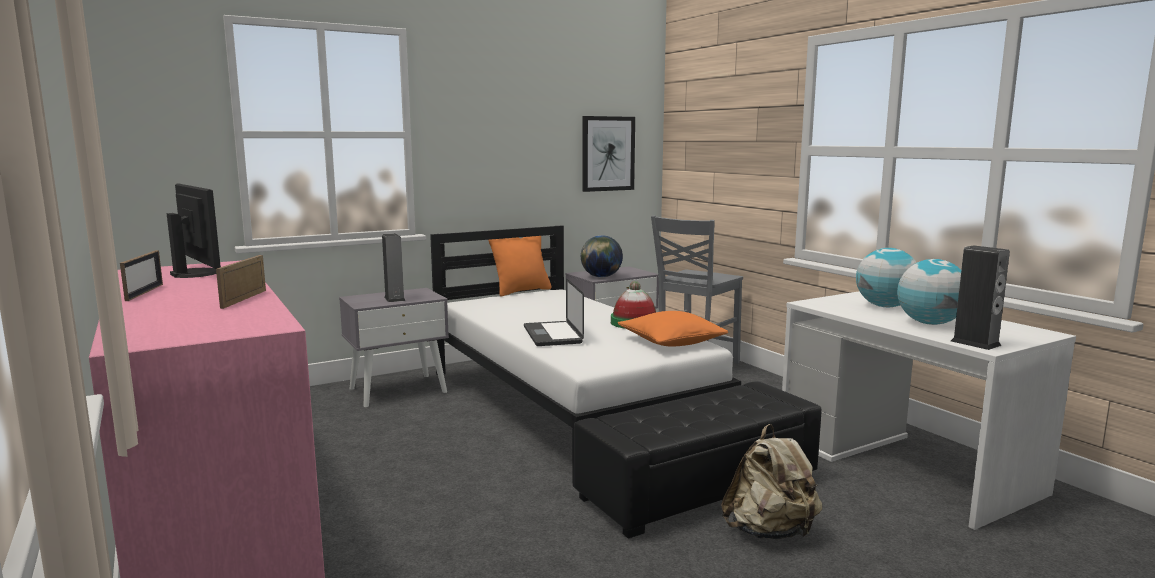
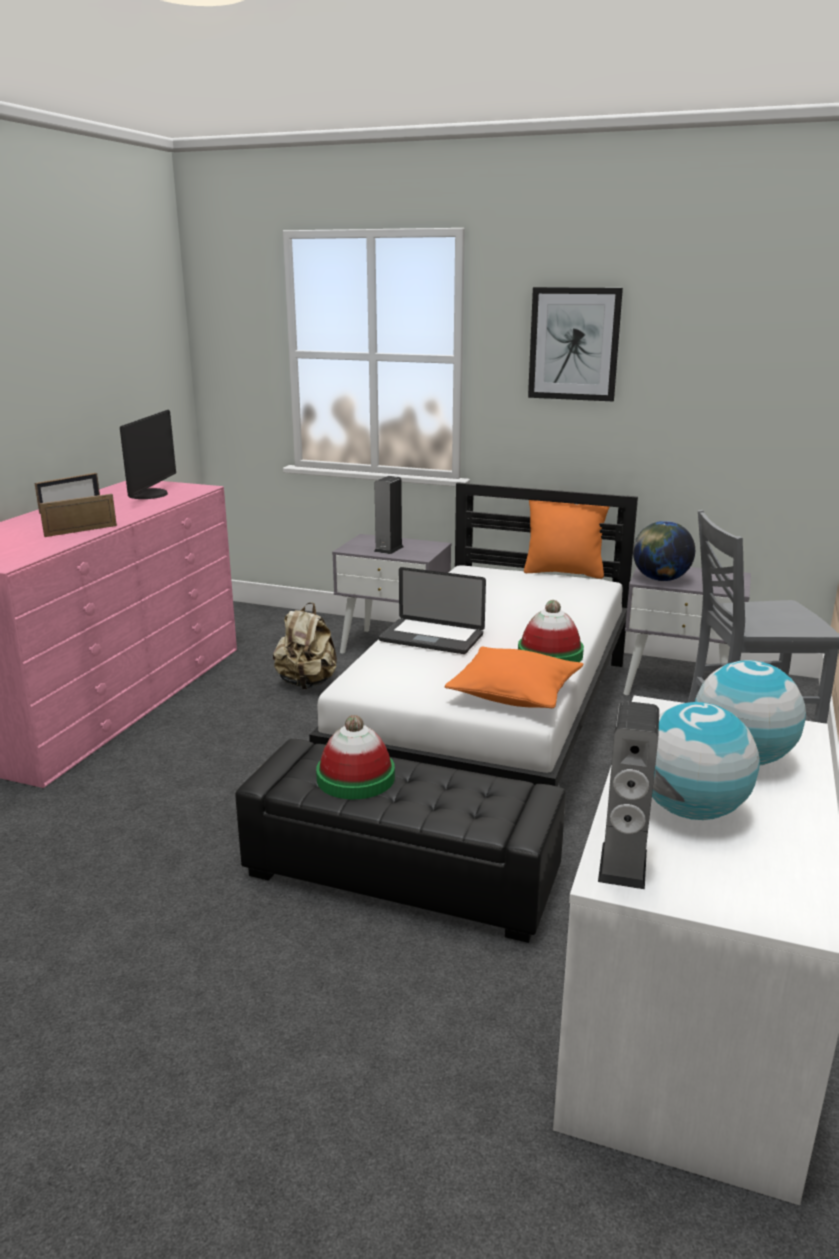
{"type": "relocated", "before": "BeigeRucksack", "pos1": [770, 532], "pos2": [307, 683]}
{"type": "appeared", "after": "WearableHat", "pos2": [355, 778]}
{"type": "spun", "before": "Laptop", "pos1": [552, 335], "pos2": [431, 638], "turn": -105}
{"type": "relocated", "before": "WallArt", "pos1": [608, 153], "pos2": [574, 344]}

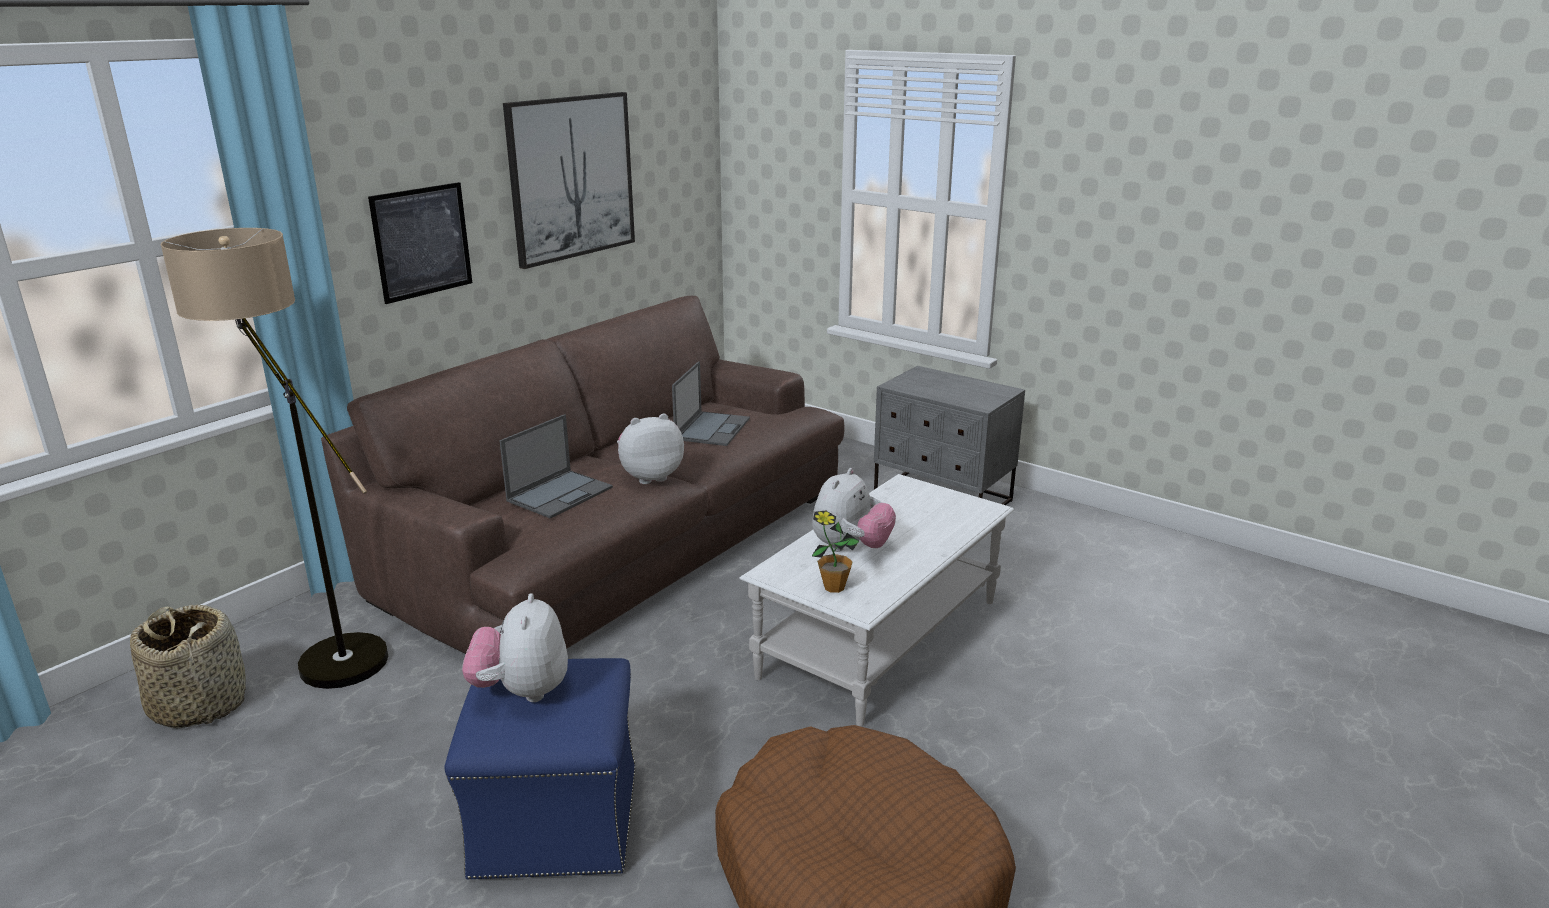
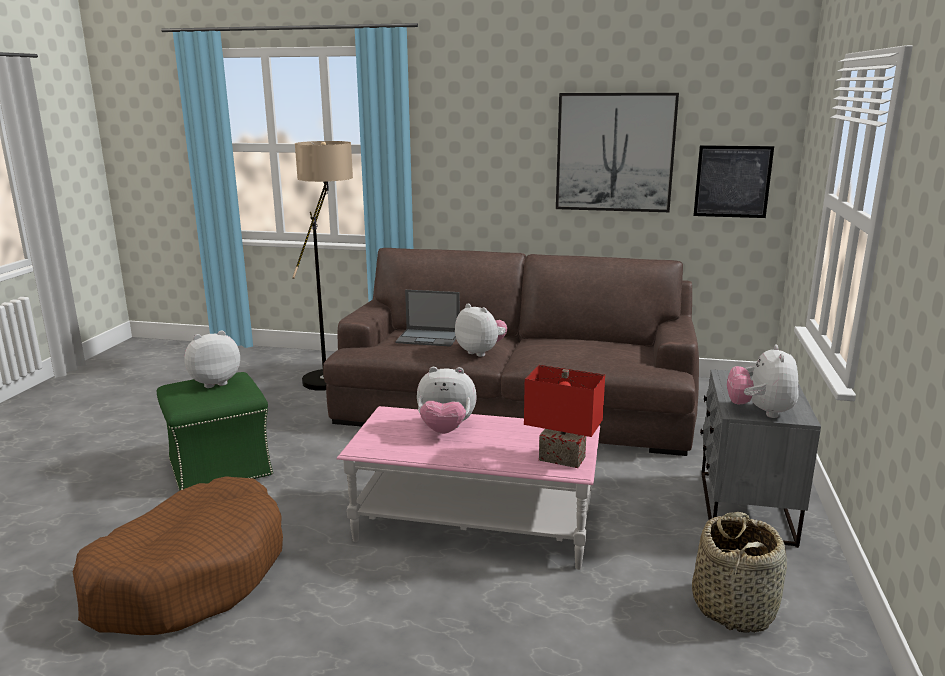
{"type": "colour", "before": "BlueColouredPouffe", "after": "GreenColouredPouffe", "pos1": [556, 822], "pos2": [219, 468]}
{"type": "colour", "before": "WhiteColouredLowTable", "after": "PinkishLowTable", "pos1": [880, 638], "pos2": [474, 525]}
{"type": "appeared", "after": "RedColouredTabletopLamp", "pos2": [563, 458]}
{"type": "relocated", "before": "Basket", "pos1": [199, 704], "pos2": [734, 607]}
{"type": "relocated", "before": "WallArt", "pos1": [422, 242], "pos2": [732, 181]}
{"type": "appeared", "after": "SoftToy", "pos2": [760, 412]}
{"type": "missing", "before": "Laptop", "pos1": [712, 428]}
{"type": "missing", "before": "Houseplant", "pos1": [834, 587]}

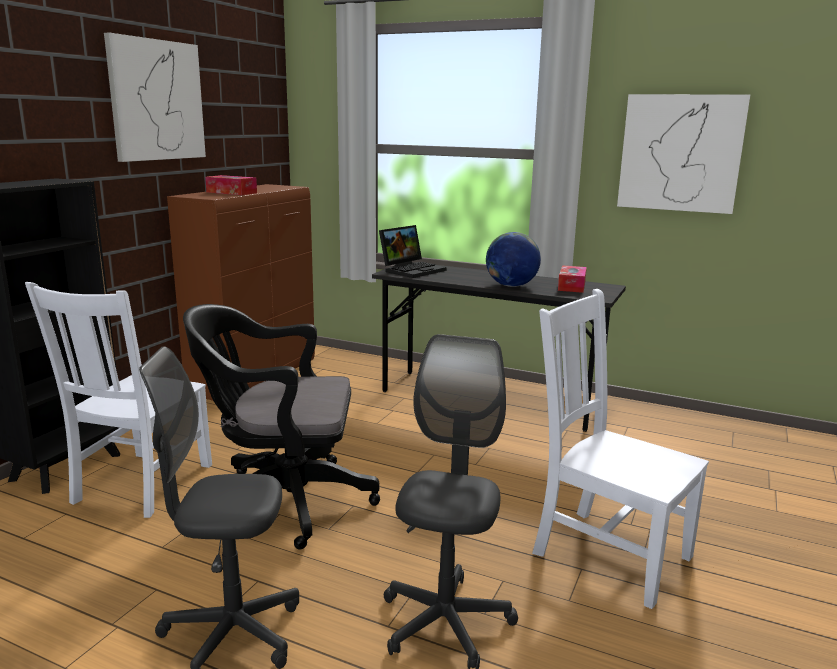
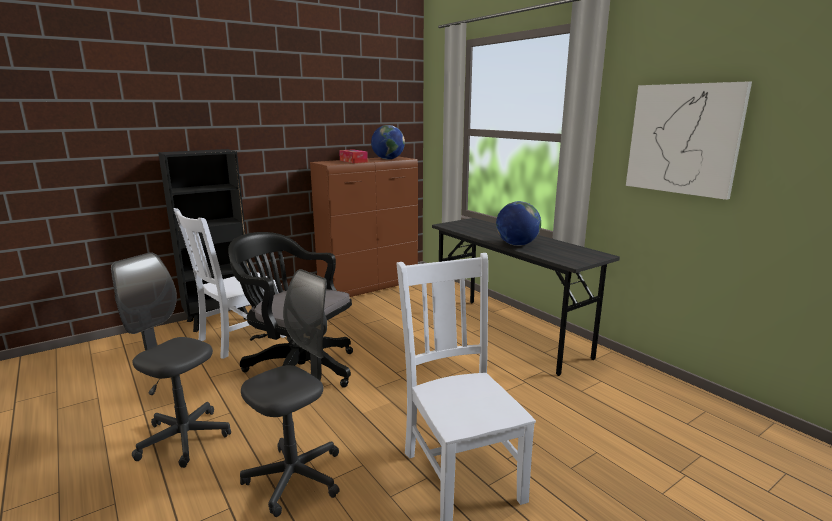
{"type": "appeared", "after": "Globe", "pos2": [388, 159]}
{"type": "missing", "before": "WallArt", "pos1": [156, 100]}
{"type": "missing", "before": "Laptop", "pos1": [412, 270]}
{"type": "missing", "before": "BoxOfTissues", "pos1": [571, 286]}

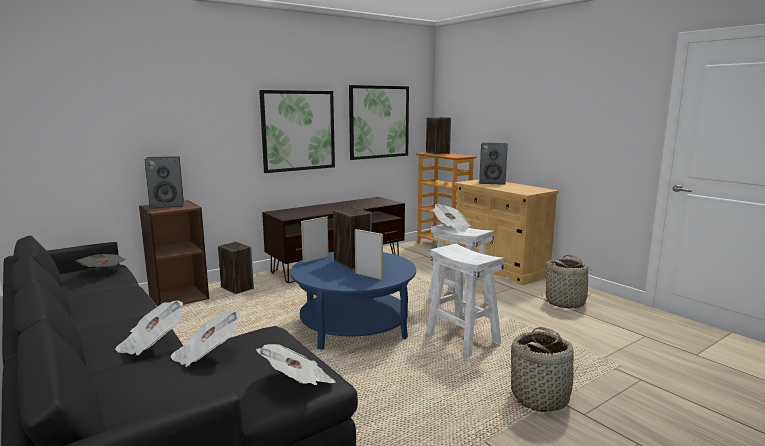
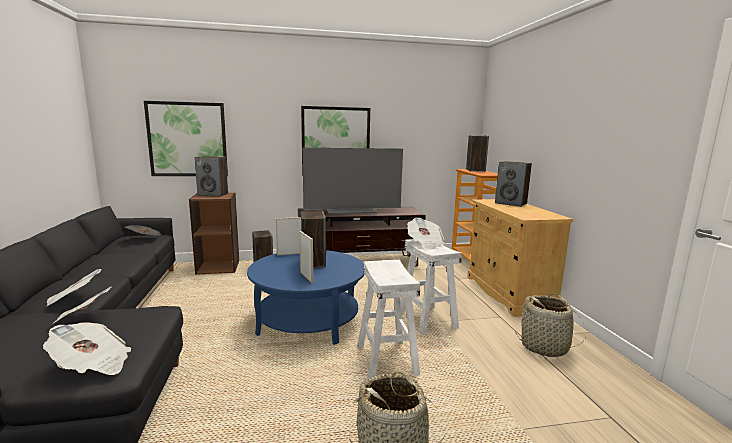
{"type": "relocated", "before": "WallArt", "pos1": [379, 122], "pos2": [188, 139]}
{"type": "appeared", "after": "Television", "pos2": [351, 211]}

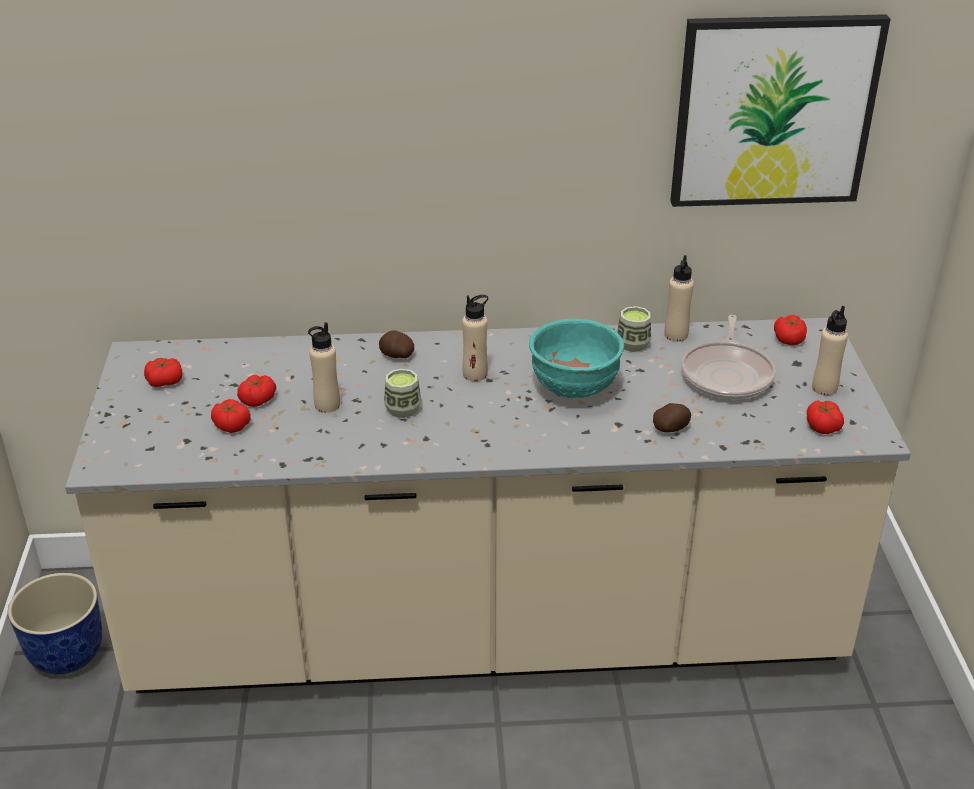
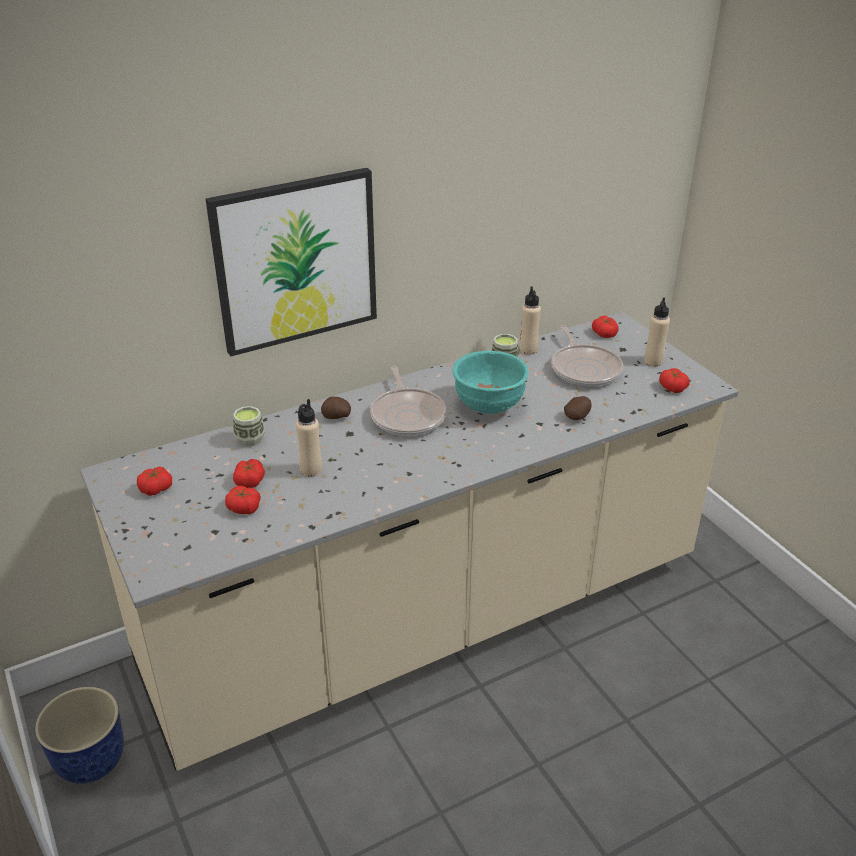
{"type": "relocated", "before": "WallArt", "pos1": [774, 111], "pos2": [295, 261]}
{"type": "relocated", "before": "DrinkingCup", "pos1": [403, 409], "pos2": [250, 439]}
{"type": "exchanged", "before": "BeigeBeverageBottle", "after": "FryingPan", "pos1": [475, 374], "pos2": [408, 415]}

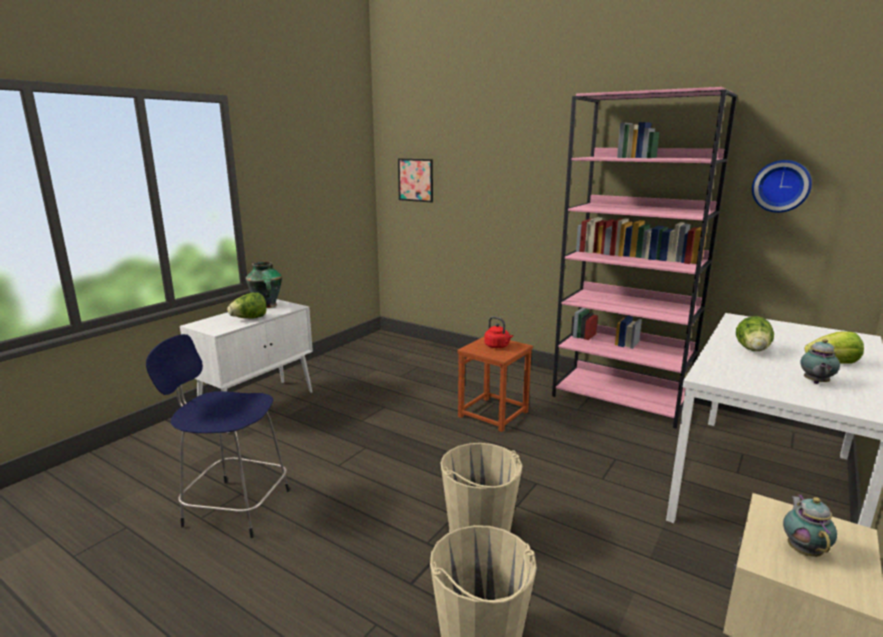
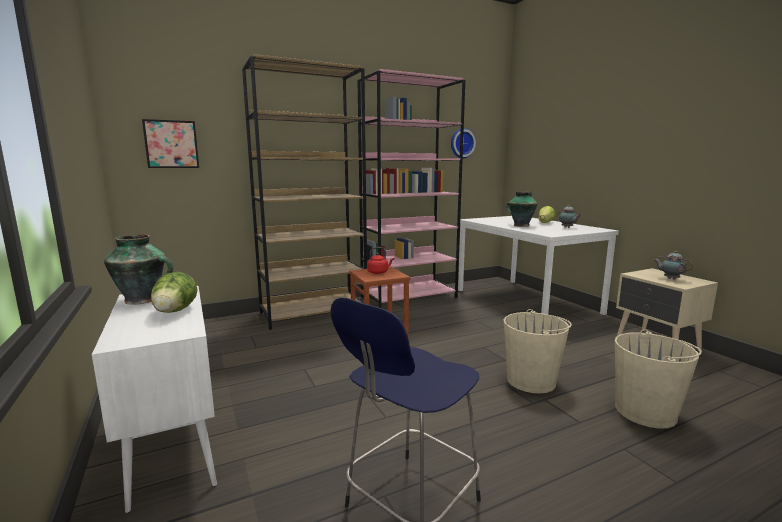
{"type": "appeared", "after": "BrownShelvingUnit", "pos2": [314, 313]}
{"type": "exchanged", "before": "Lettuce", "after": "DecorativeVase", "pos1": [753, 351], "pos2": [520, 225]}

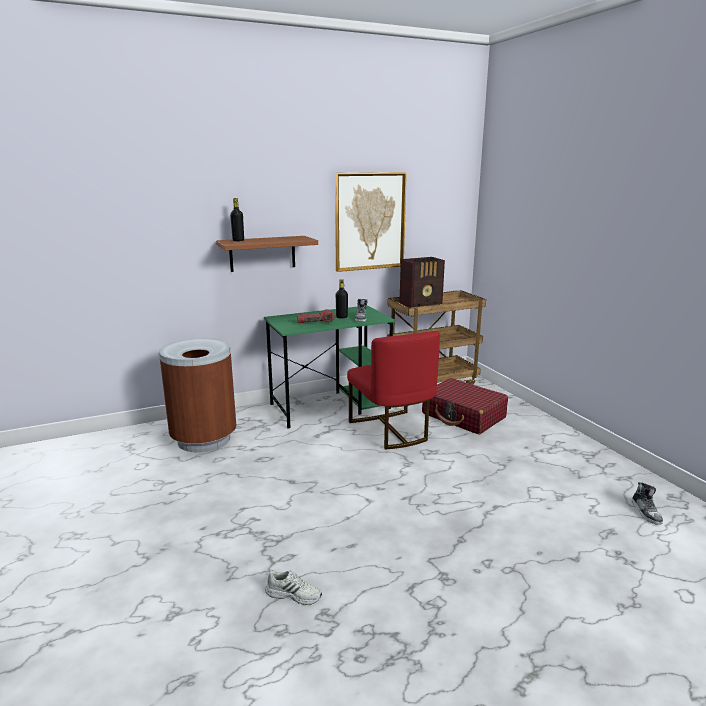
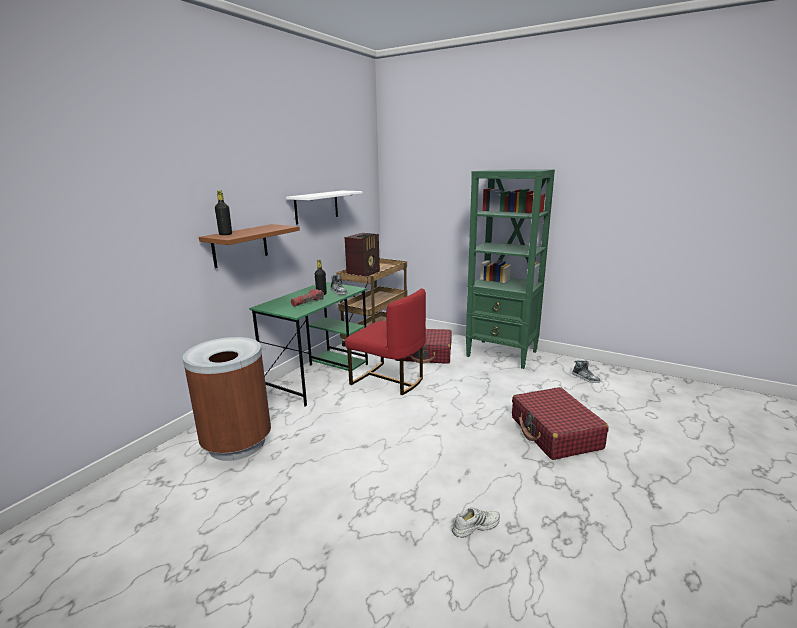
{"type": "exchanged", "before": "WallArt", "after": "WhiteColouredShelf", "pos1": [370, 221], "pos2": [316, 206]}
{"type": "appeared", "after": "GreenColouredShelvingUnit", "pos2": [502, 354]}
{"type": "appeared", "after": "RedColouredPieceOfLuggage", "pos2": [555, 433]}

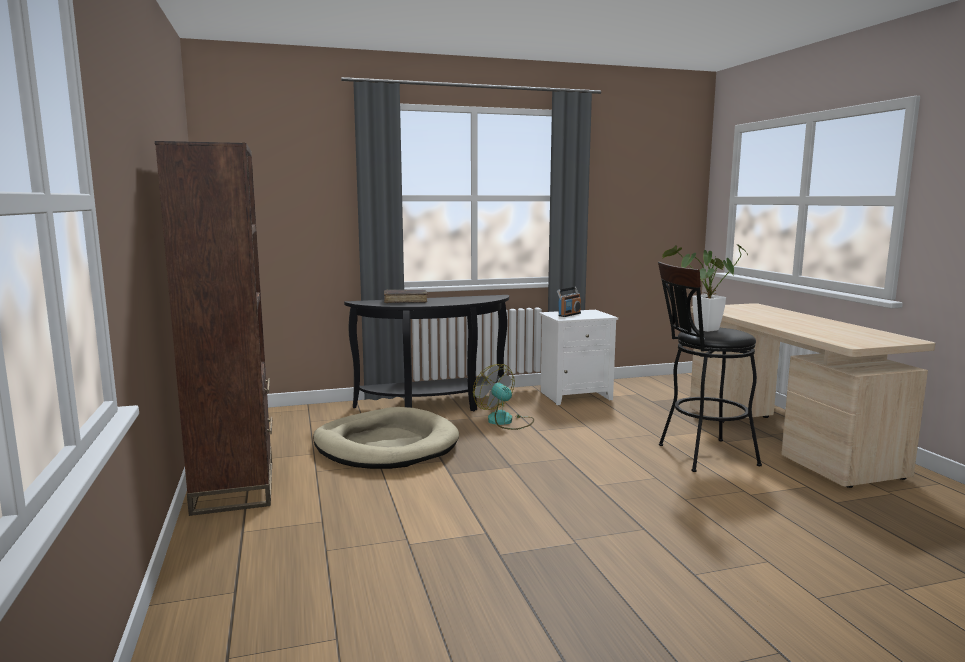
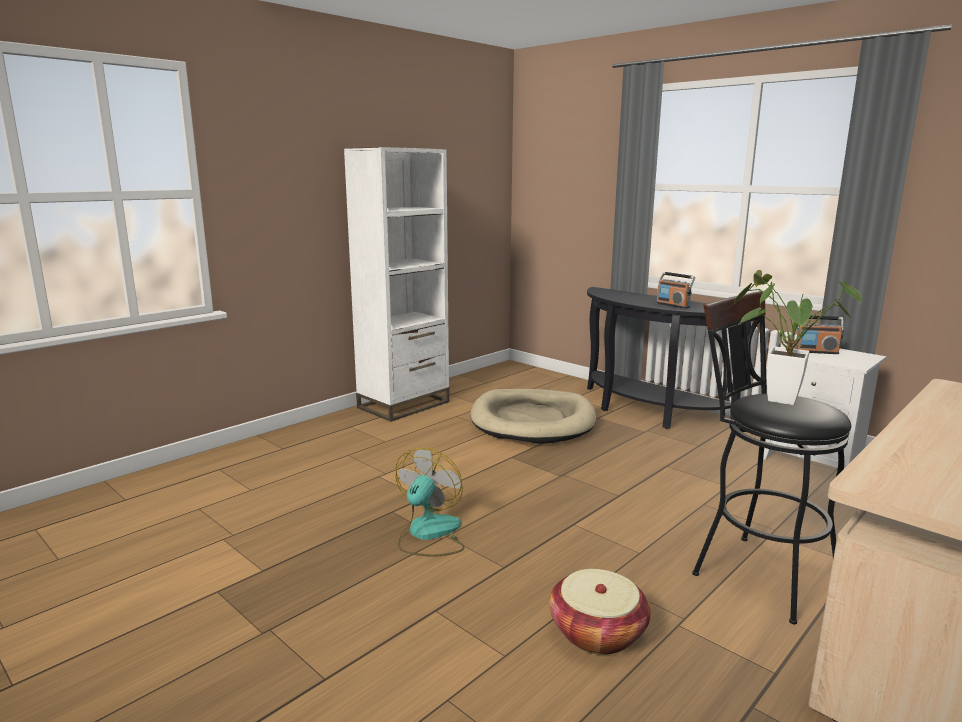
{"type": "colour", "before": "BrownShelvingUnit", "after": "WhiteColouredShelvingUnit", "pos1": [234, 488], "pos2": [404, 405]}
{"type": "relocated", "before": "CoolingFan", "pos1": [505, 421], "pos2": [429, 534]}
{"type": "appeared", "after": "Basket", "pos2": [597, 632]}
{"type": "appeared", "after": "Radio", "pos2": [673, 305]}
{"type": "missing", "before": "BrownBoundBook", "pos1": [405, 301]}

